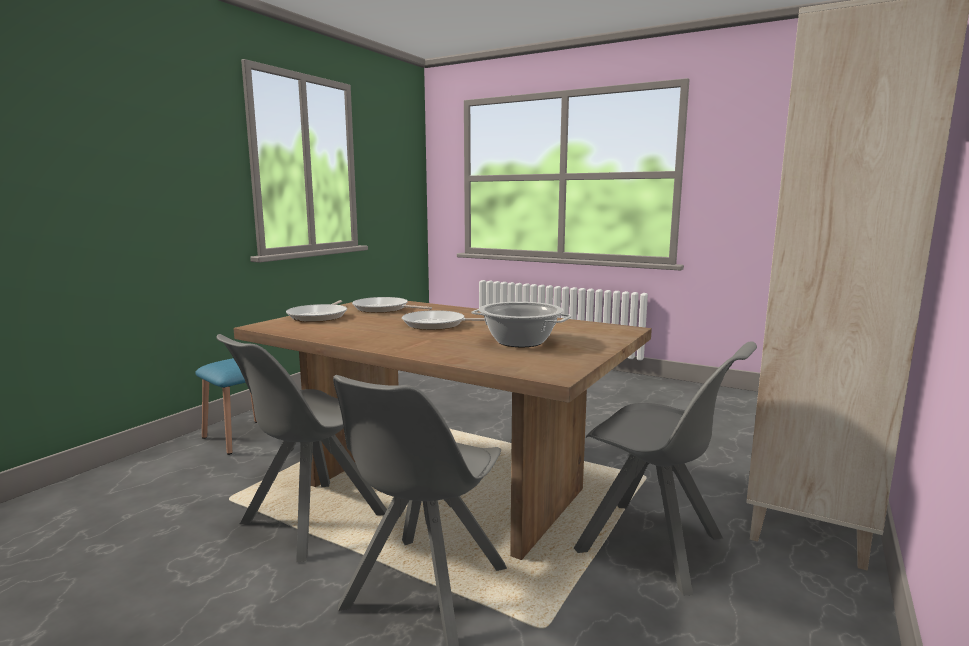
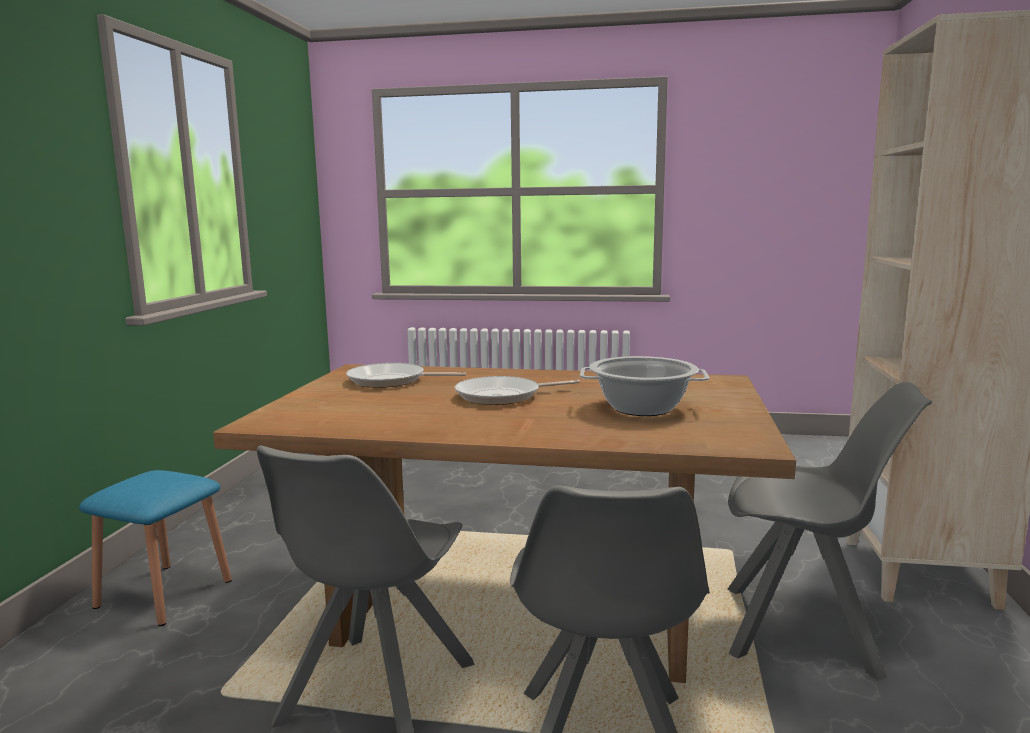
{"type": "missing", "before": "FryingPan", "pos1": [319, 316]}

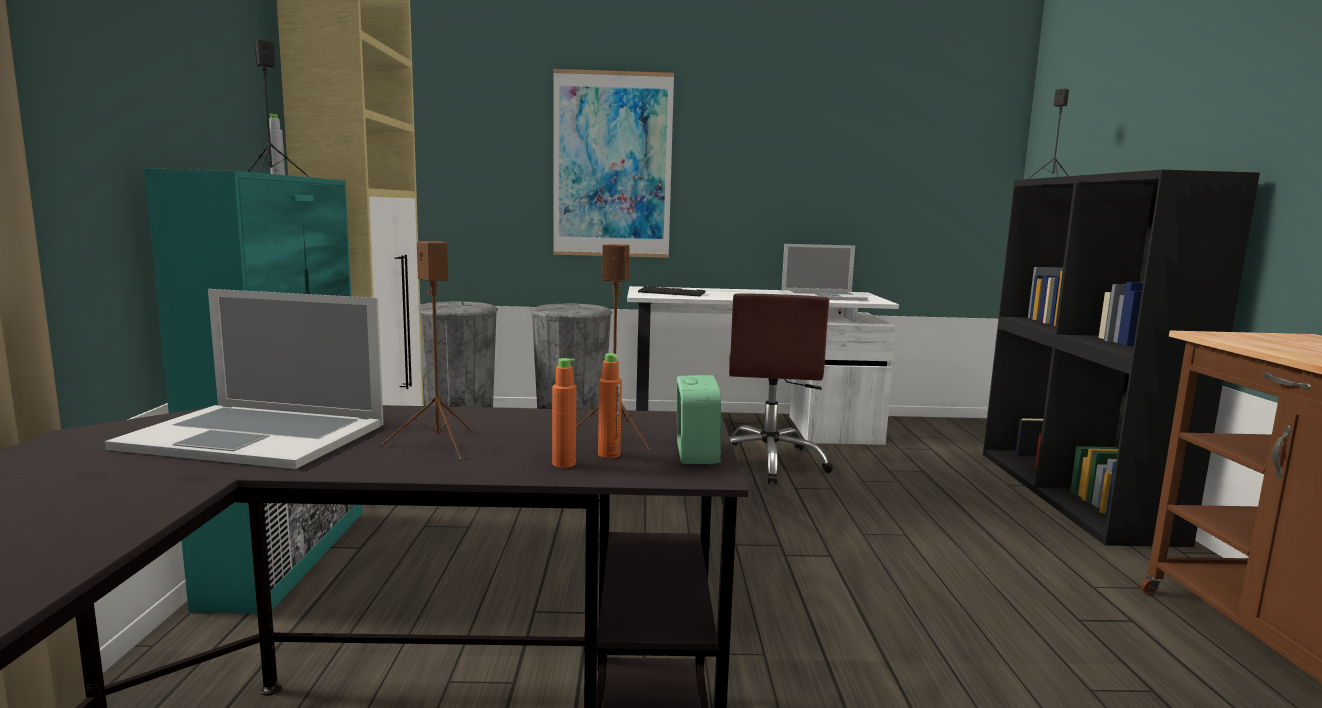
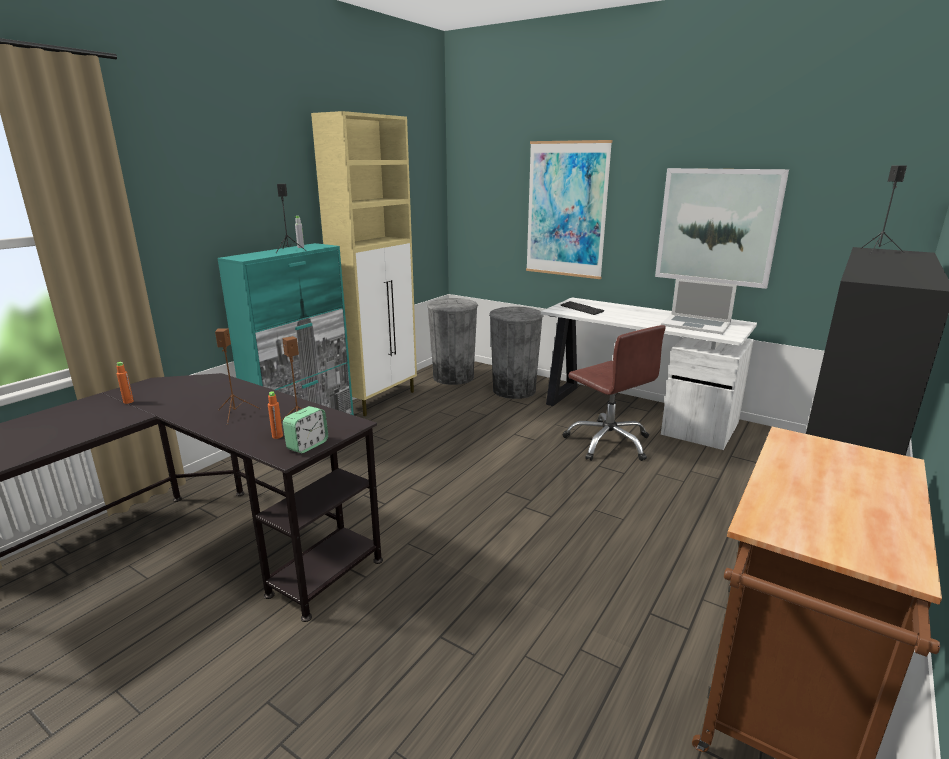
{"type": "relocated", "before": "OrangeColouredBeverageBottle", "pos1": [564, 464], "pos2": [128, 402]}
{"type": "spun", "before": "BrownOfficeChair", "pos1": [769, 462], "pos2": [608, 443], "turn": -75}
{"type": "appeared", "after": "WallArt", "pos2": [717, 227]}
{"type": "missing", "before": "Laptop", "pos1": [256, 436]}

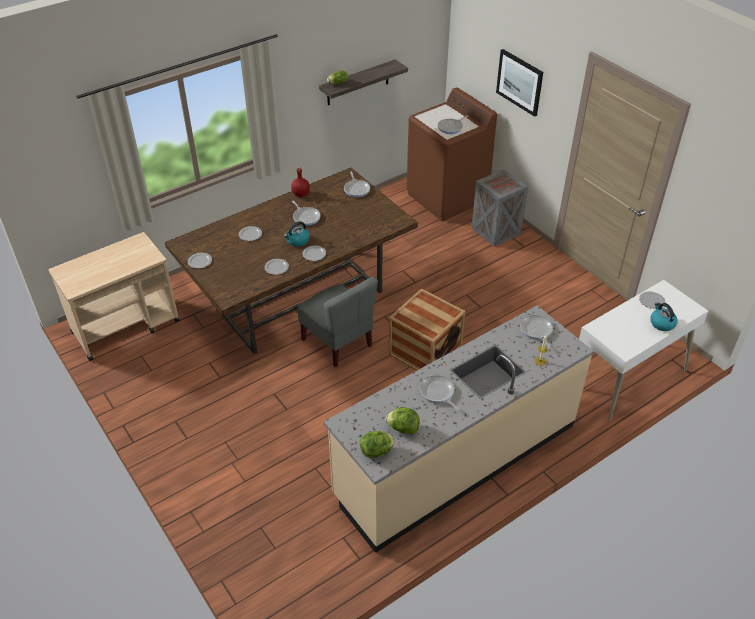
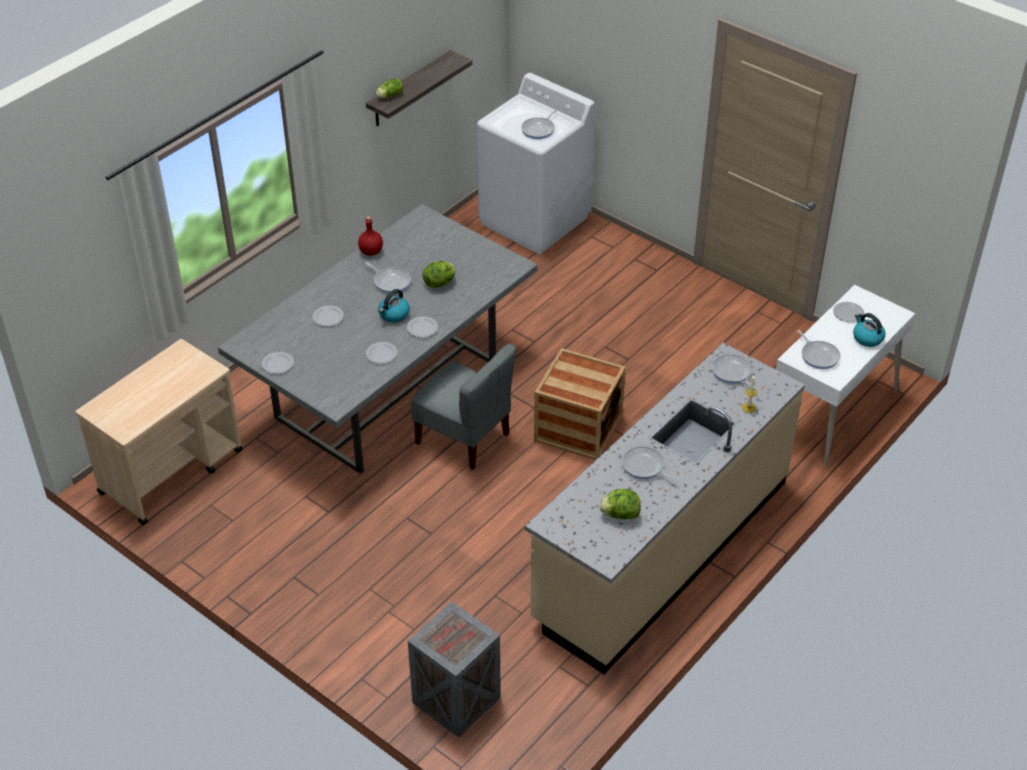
{"type": "colour", "before": "BrownKitchenTable", "after": "GreyKitchenTable", "pos1": [299, 296], "pos2": [389, 388]}
{"type": "relocated", "before": "Crate", "pos1": [497, 231], "pos2": [458, 700]}
{"type": "relocated", "before": "Lettuce", "pos1": [377, 451], "pos2": [440, 283]}
{"type": "colour", "before": "BrownWashingMachine", "after": "WhiteColouredWashingMachine", "pos1": [447, 197], "pos2": [535, 220]}
{"type": "relocated", "before": "FryingPan", "pos1": [356, 189], "pos2": [818, 355]}
{"type": "missing", "before": "WallArt", "pos1": [520, 82]}

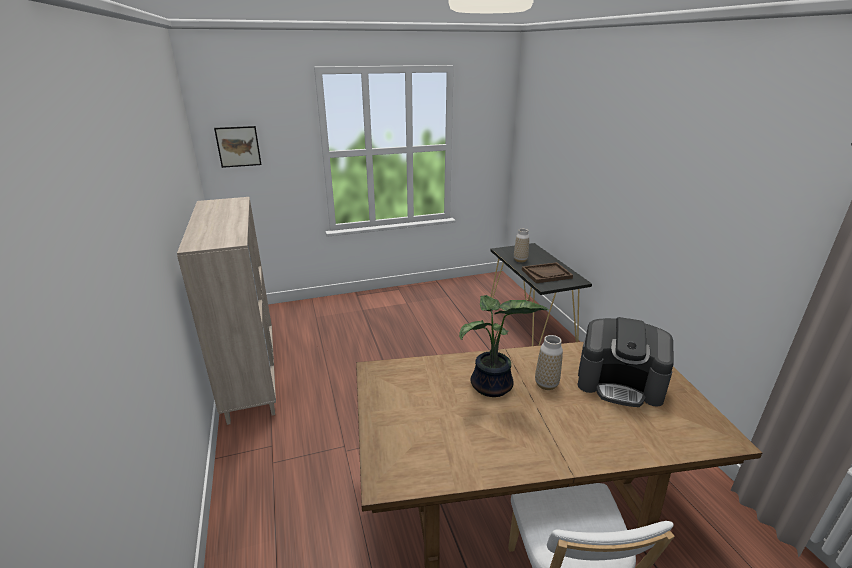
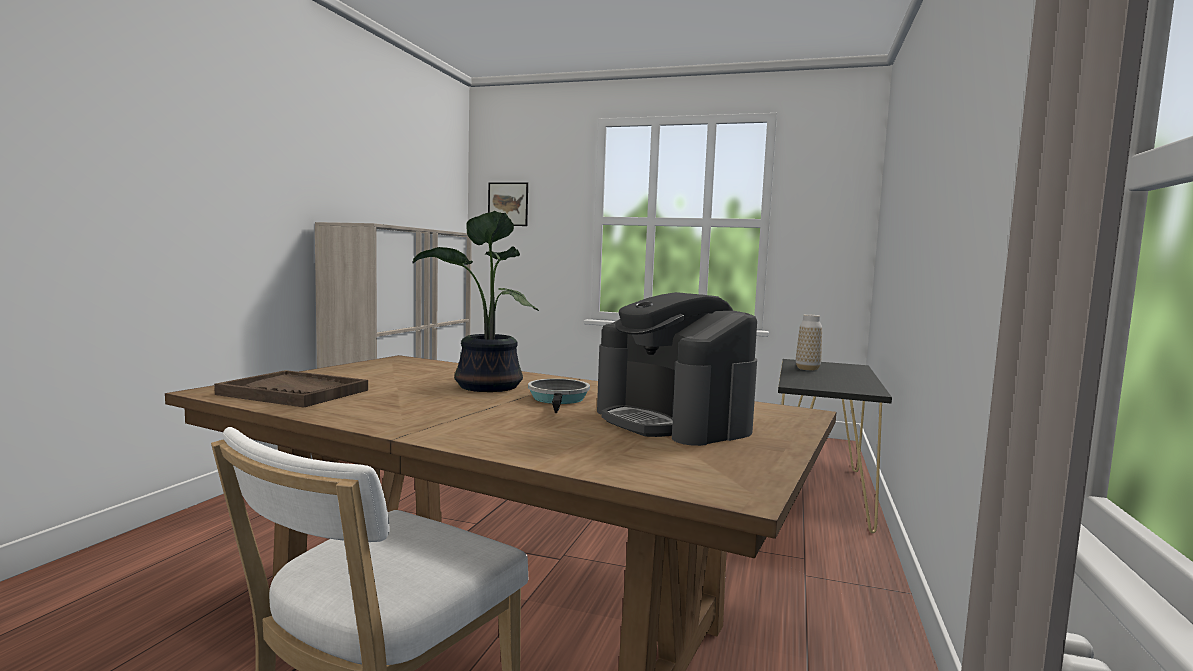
{"type": "relocated", "before": "BrownServingTray", "pos1": [546, 274], "pos2": [294, 392]}
{"type": "exchanged", "before": "DecorativeVase", "after": "FryingPan", "pos1": [546, 384], "pos2": [559, 399]}

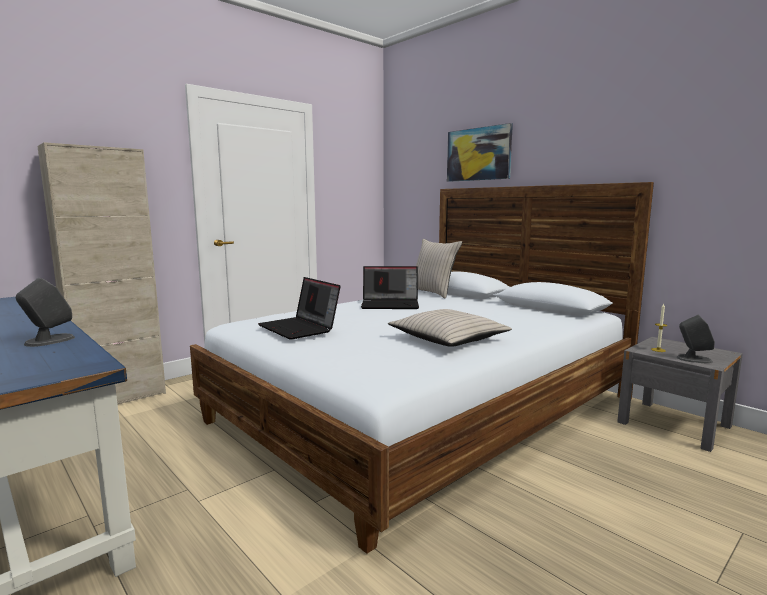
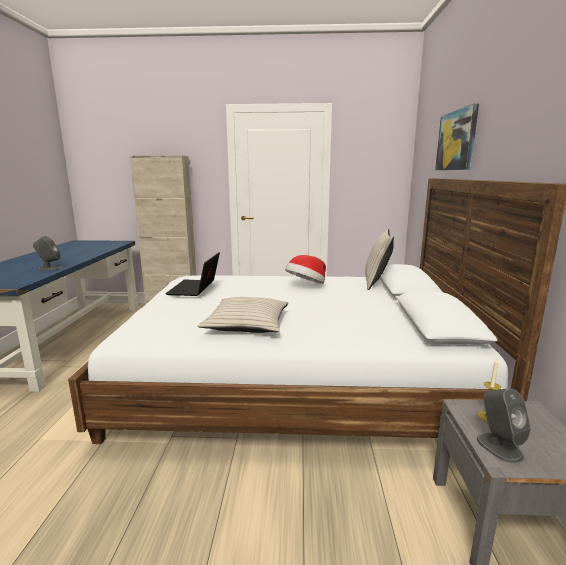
{"type": "exchanged", "before": "Laptop", "after": "WearableHat", "pos1": [391, 304], "pos2": [306, 285]}

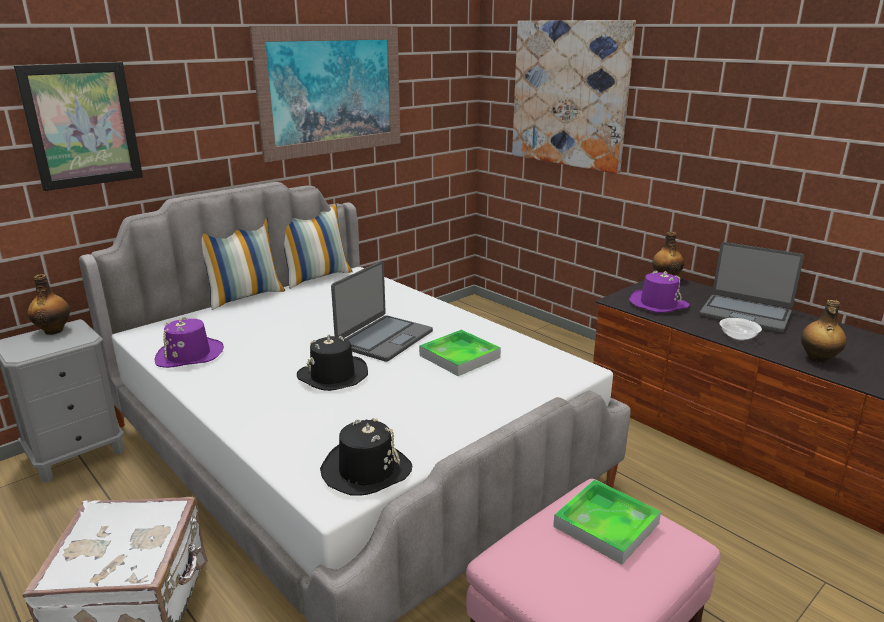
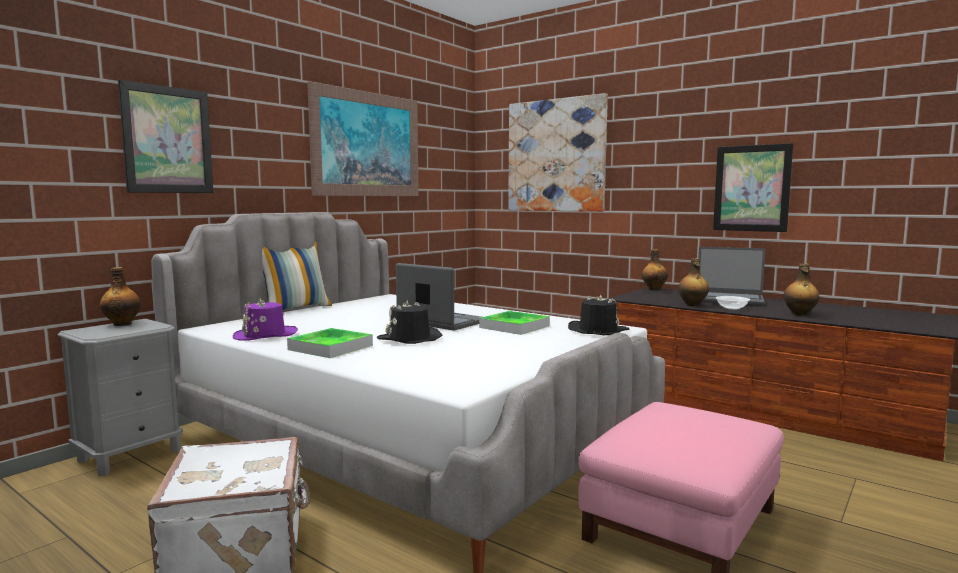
{"type": "relocated", "before": "ServingTray", "pos1": [606, 525], "pos2": [330, 347]}
{"type": "spun", "before": "Laptop", "pos1": [384, 339], "pos2": [441, 322], "turn": -75}
{"type": "relocated", "before": "BlackishWearableHat", "pos1": [366, 470], "pos2": [597, 331]}
{"type": "appeared", "after": "BeverageBottle", "pos2": [692, 305]}
{"type": "appeared", "after": "WallArt", "pos2": [751, 188]}
{"type": "missing", "before": "ThrowPillow", "pos1": [316, 277]}
{"type": "missing", "before": "PurpleColouredWearableHat", "pos1": [658, 304]}

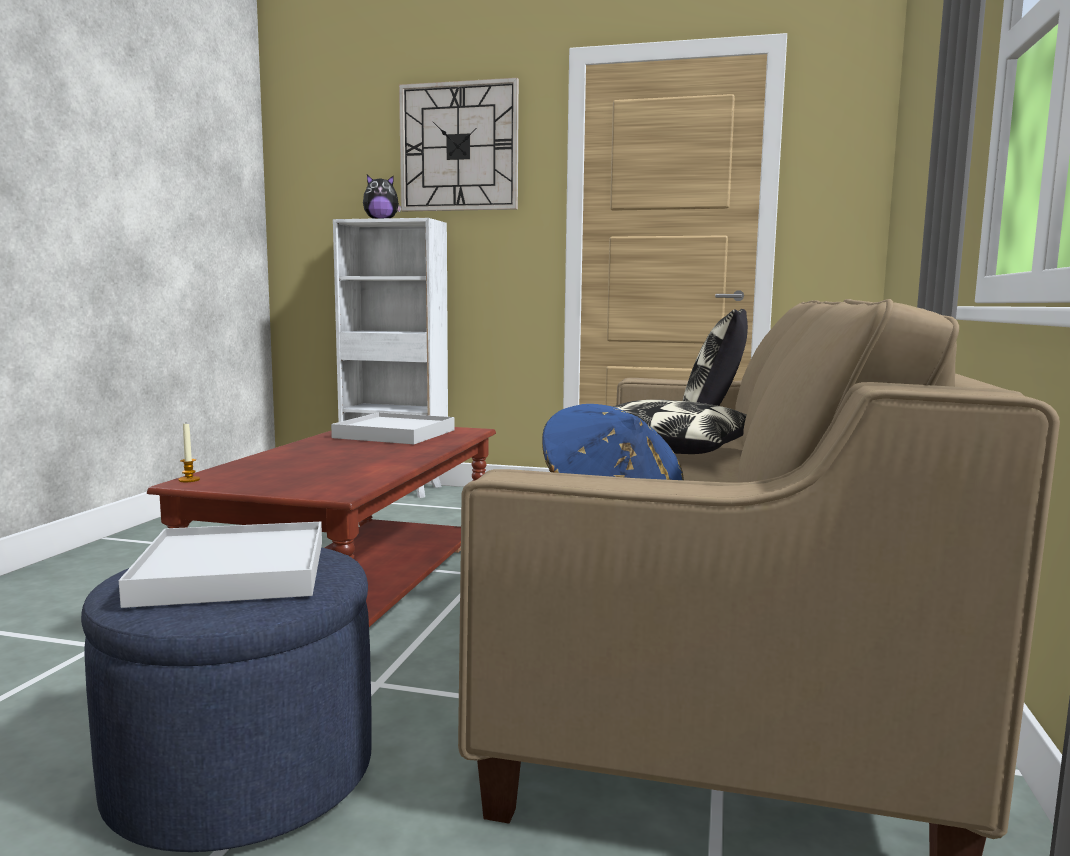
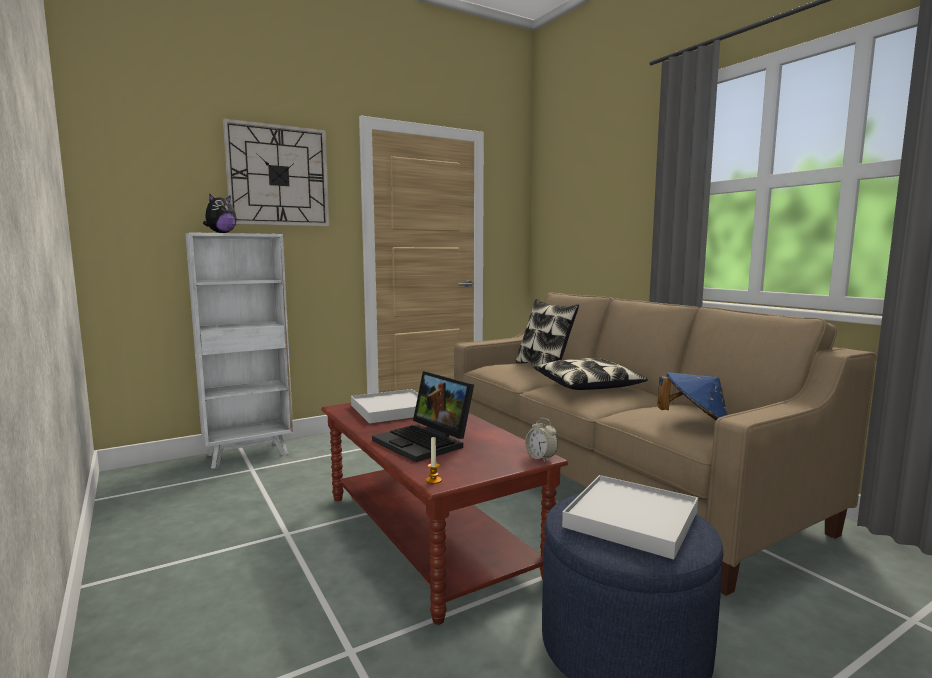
{"type": "appeared", "after": "Laptop", "pos2": [425, 442]}
{"type": "appeared", "after": "TableClock", "pos2": [541, 458]}

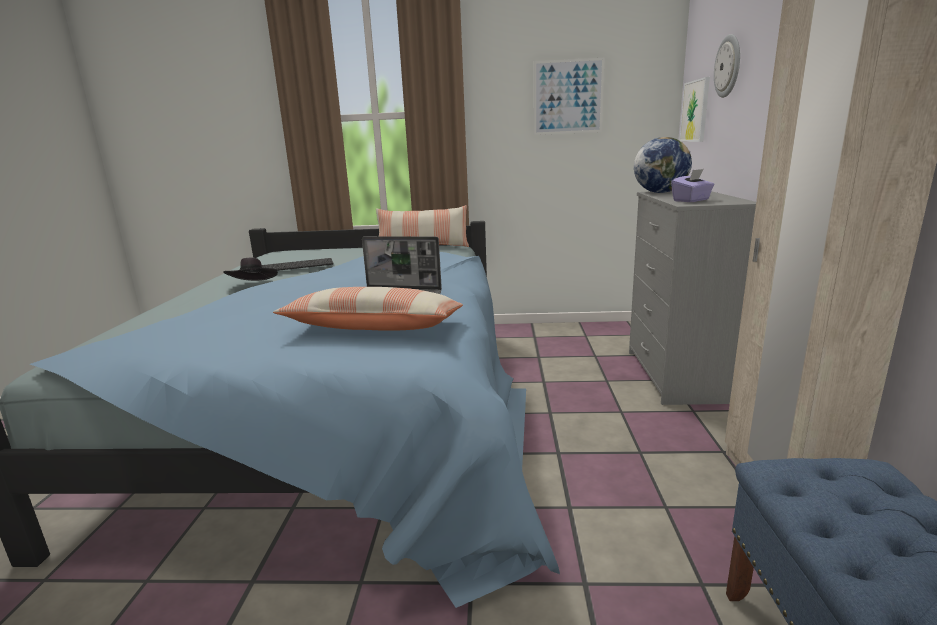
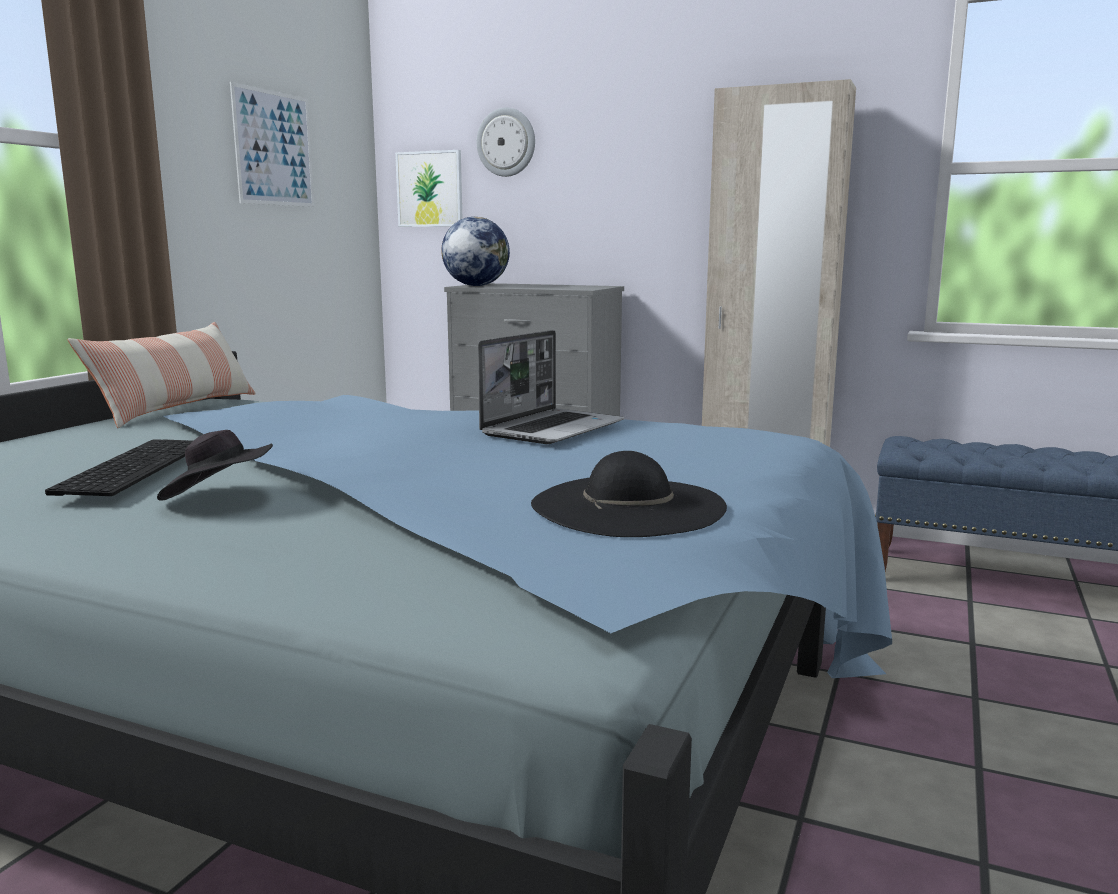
{"type": "appeared", "after": "BlackishWearableHat", "pos2": [628, 506]}
{"type": "missing", "before": "ThrowPillow", "pos1": [374, 327]}
{"type": "missing", "before": "PurpleColouredBoxOfTissues", "pos1": [691, 200]}

